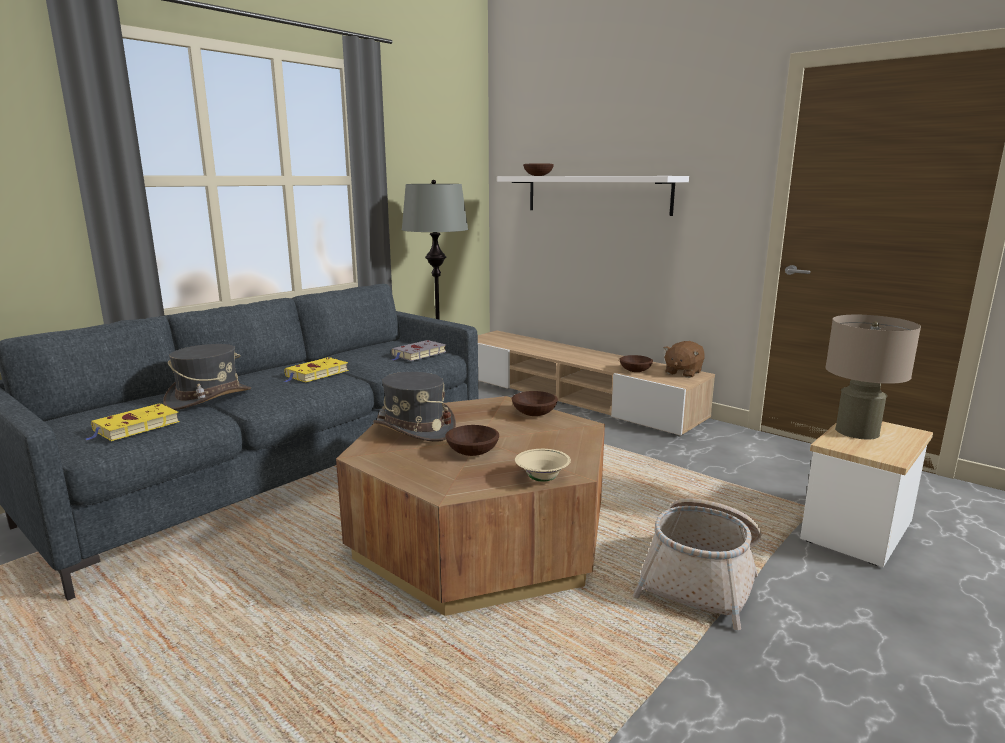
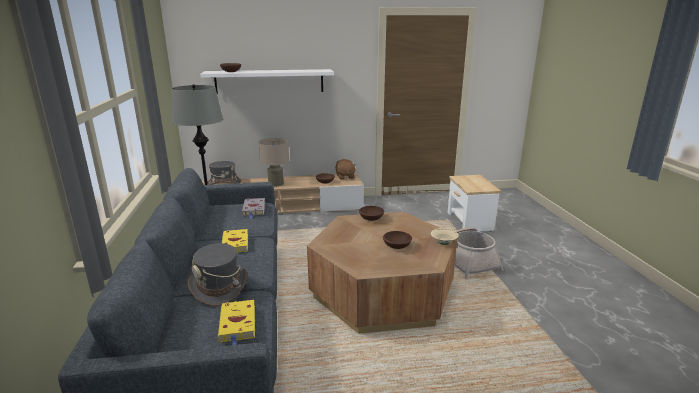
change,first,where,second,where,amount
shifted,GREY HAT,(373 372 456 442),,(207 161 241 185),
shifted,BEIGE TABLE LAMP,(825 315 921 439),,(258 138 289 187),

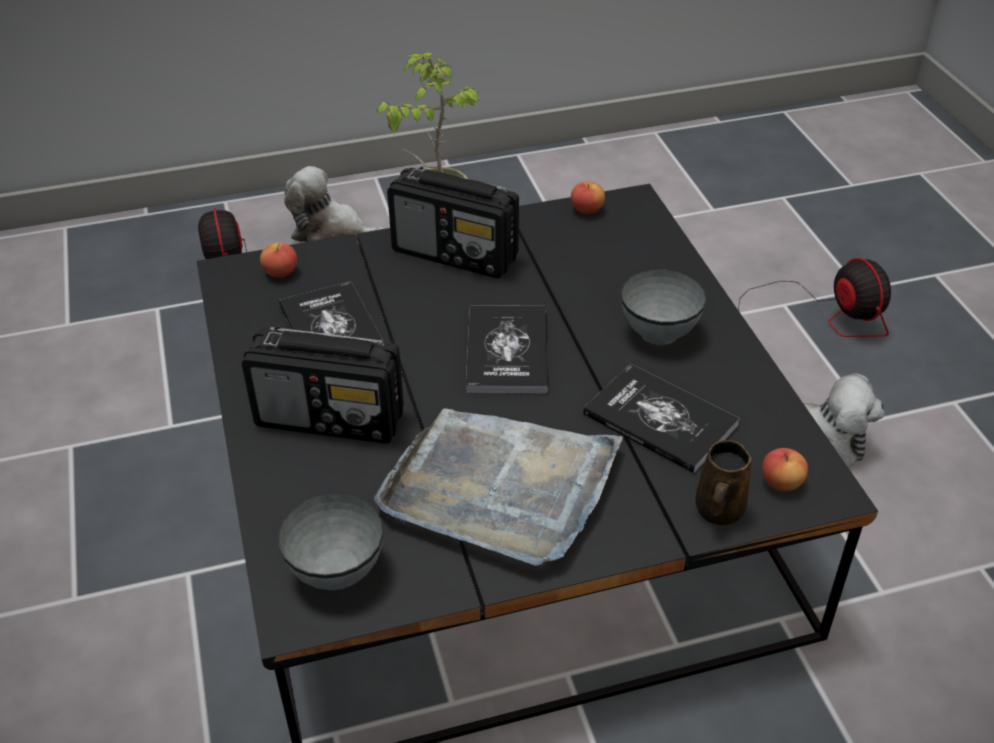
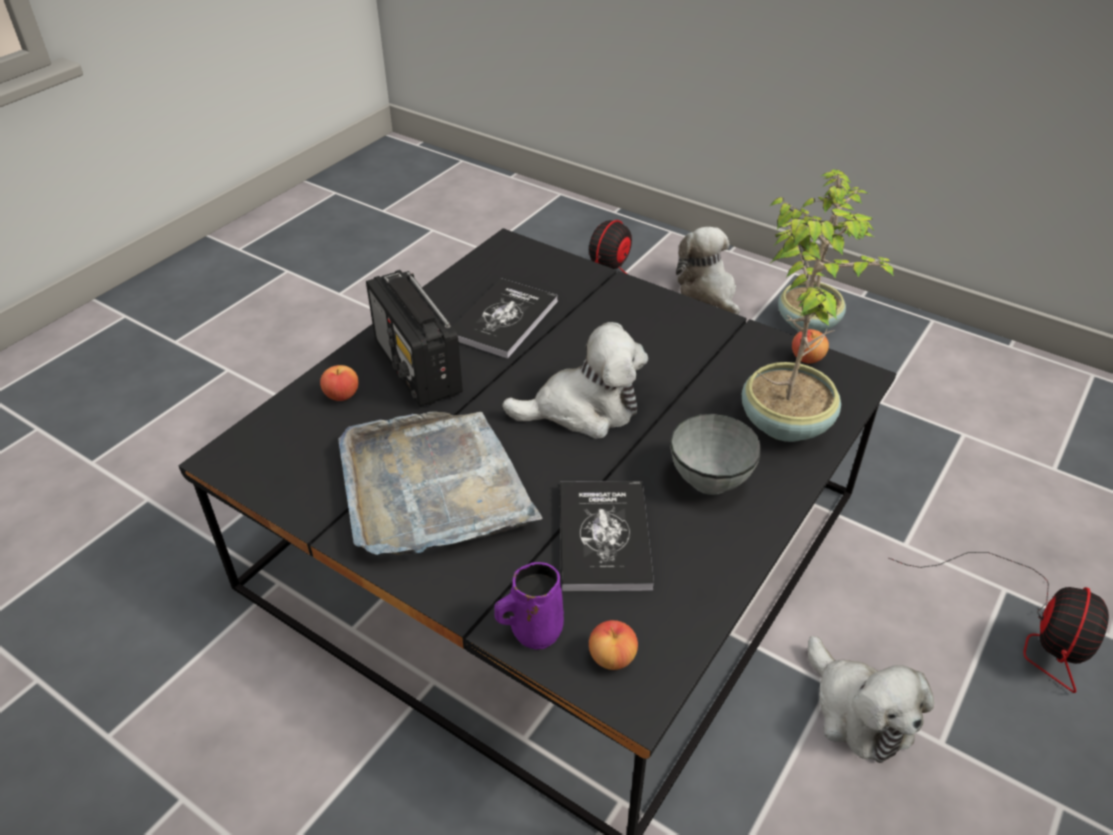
change,first,where,second,where,amount
shifted,APPLE,(260 243 297 278),,(320 365 359 401),
repainted,BROWN MUG,(696 440 752 525),PURPLE MUG,(494 562 564 650),
swapped,BOOK,(466 305 548 393),PLUSH TOY,(502 322 648 439),
new,,,POTTED PLANT,(742 208 894 442),
gone,GREY BOWL,(278 494 383 590),,,
gone,RADIO,(387 166 519 278),,,

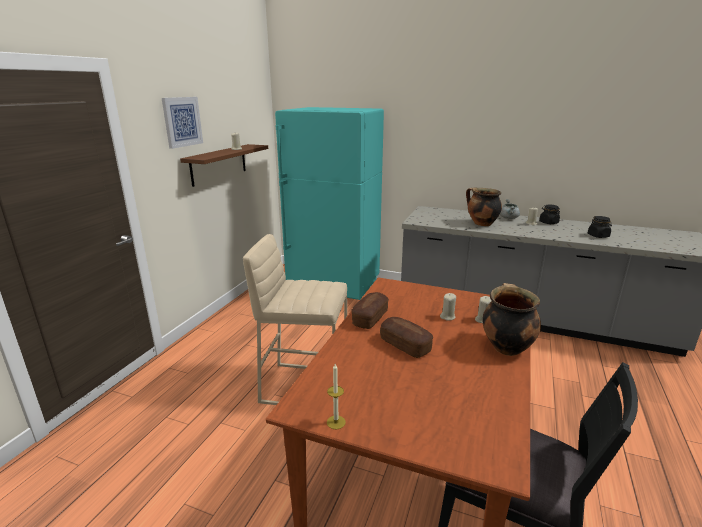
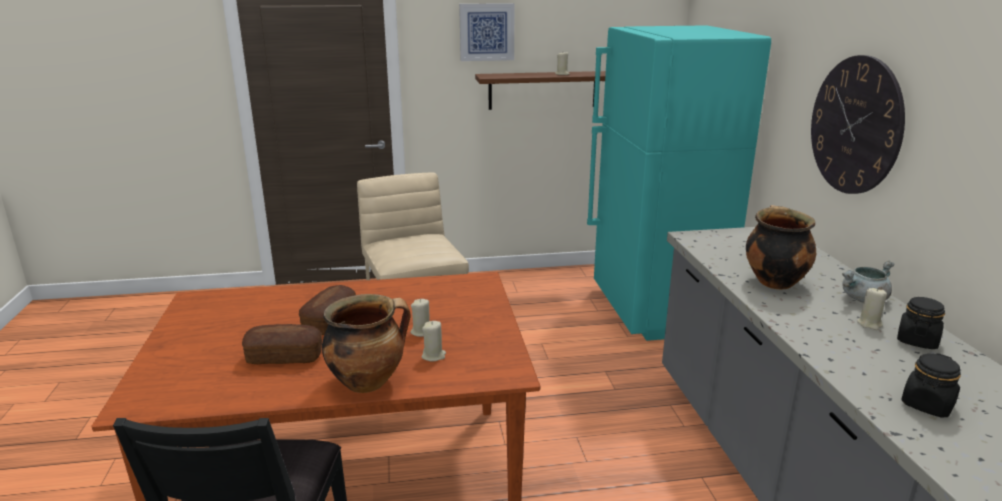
change,first,where,second,where,amount
shifted,BREAD,(351 292 389 329),,(242 324 322 364),
new,,,WALL CLOCK,(811 55 905 194),
gone,CANDLE,(327 364 346 429),,,

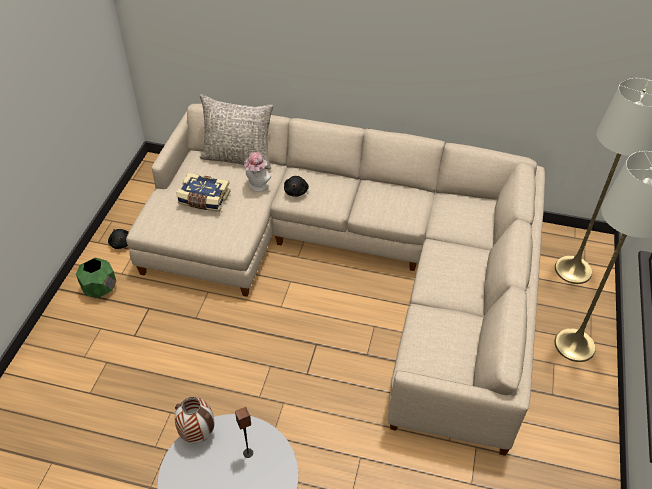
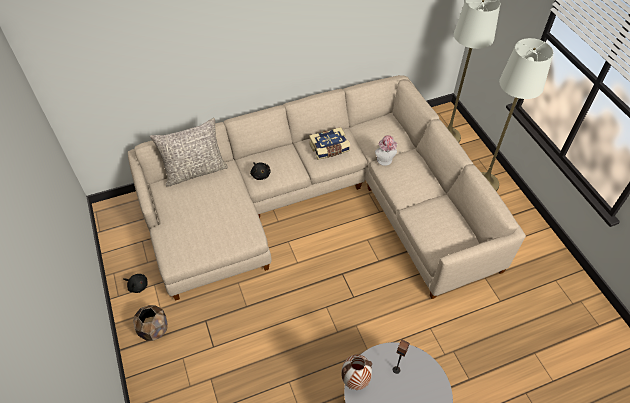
change,first,where,second,where,amount
repainted,GREEN PLANTER,(76 258 116 298),BROWN PLANTER,(133 305 168 341),
shifted,BOOK,(176 173 230 212),,(309 127 350 160),
shifted,HAT,(244 152 271 192),,(375 135 397 166),

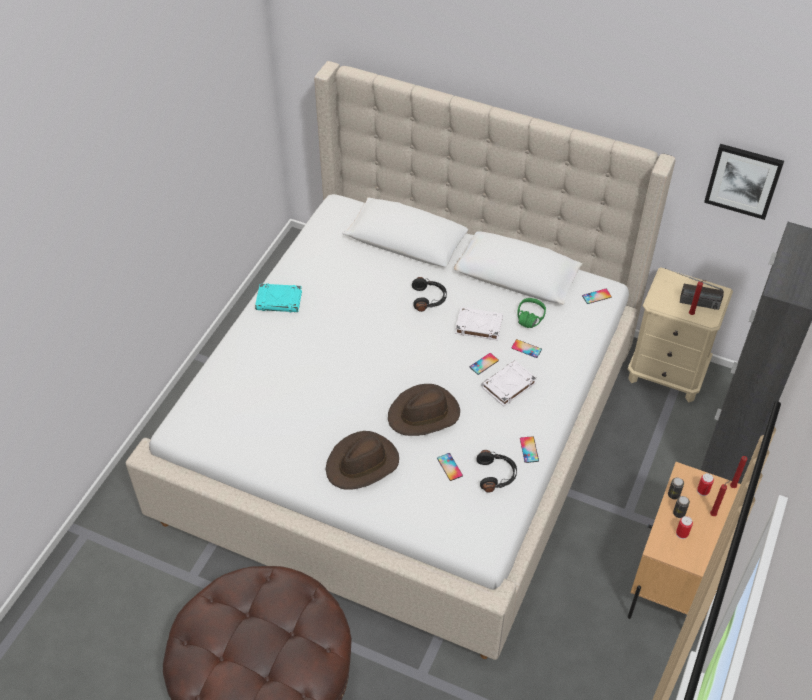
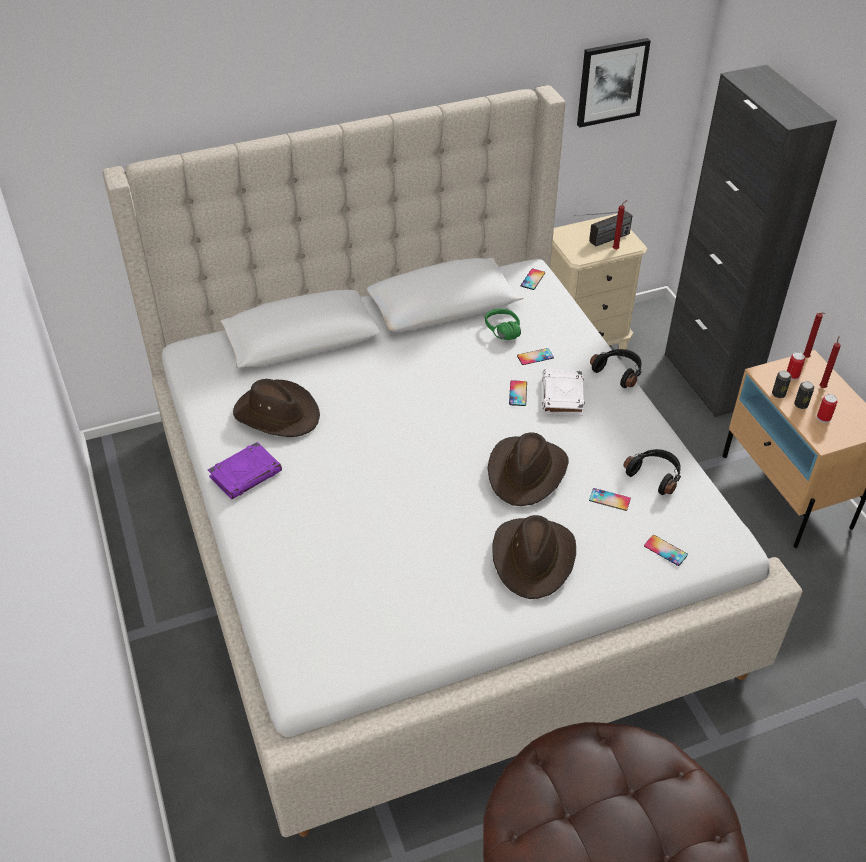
change,first,where,second,where,amount
repainted,TURQUOISE BOOK,(255 283 302 312),PURPLE BOOK,(208 442 282 500),
new,,,BROWN HAT,(233 379 320 437),
shifted,BLACK HEADPHONES,(412 277 447 312),,(590 349 642 388),
shifted,PHONE,(520 436 539 463),,(644 535 688 566),
gone,WHITE BOOK,(455 307 503 341),,,

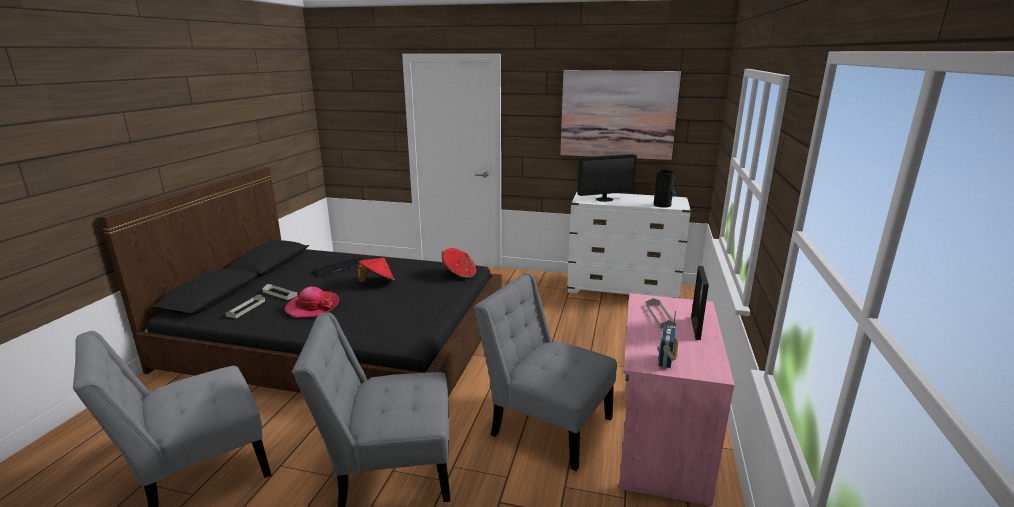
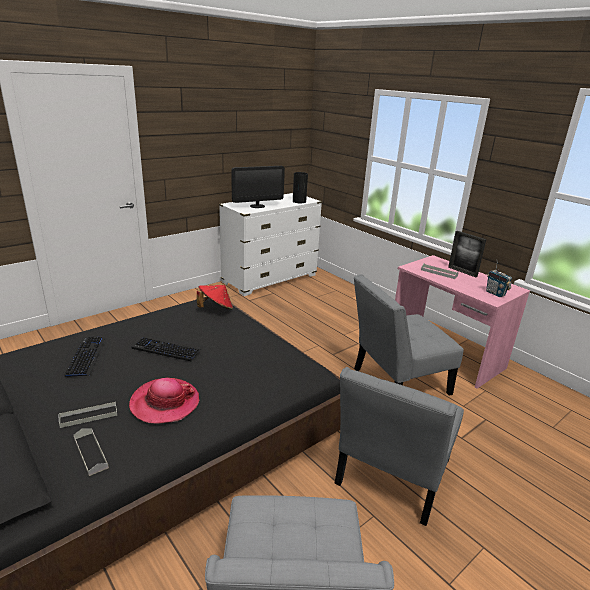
change,first,where,second,where,amount
swapped,RED HAT,(357 258 395 282),KEYBOARD,(131 337 202 362),
rotated,MONITOR,(577 154 637 202),,(231 166 285 208),45 degrees clockwise
gone,PICTURE,(561 70 681 160),,,

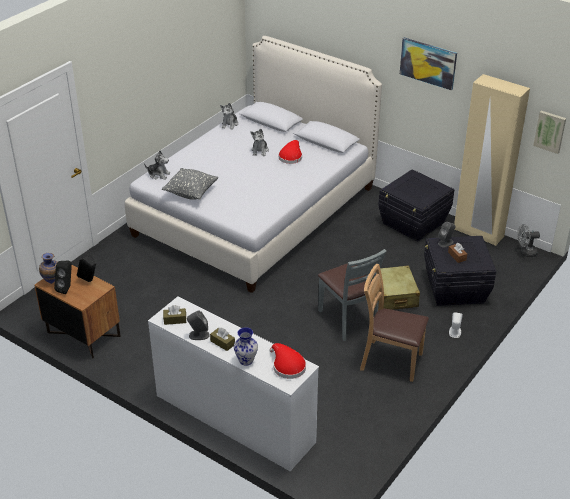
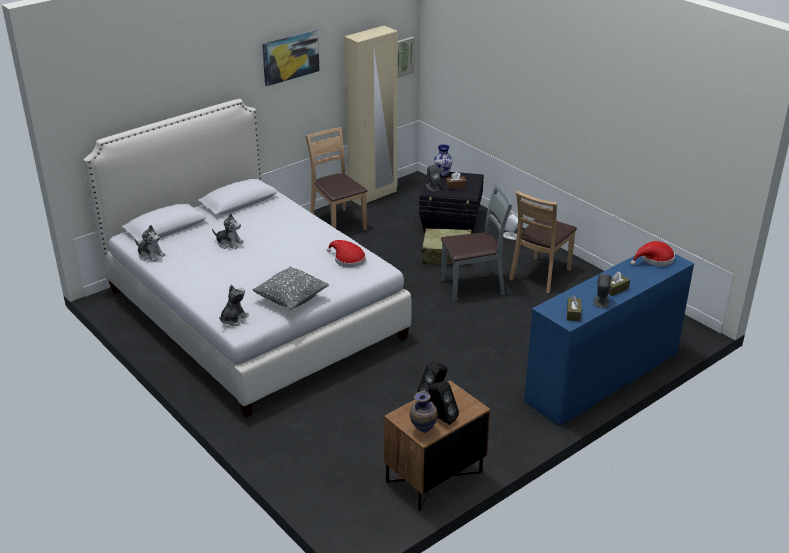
change,first,where,second,where,amount
swapped,BLACK STORAGE BOX,(378 169 455 242),BROWN CHAIR,(305 127 367 230),
shifted,RED HAT,(279 140 302 164),,(327 240 366 267),
shifted,VASE,(234 327 258 366),,(434 144 453 176),
repainted,WHITE DRESSER,(148 297 319 471),BLUE DRESSER,(524 254 694 426),
gone,GREY FAN,(517 224 540 258),,,

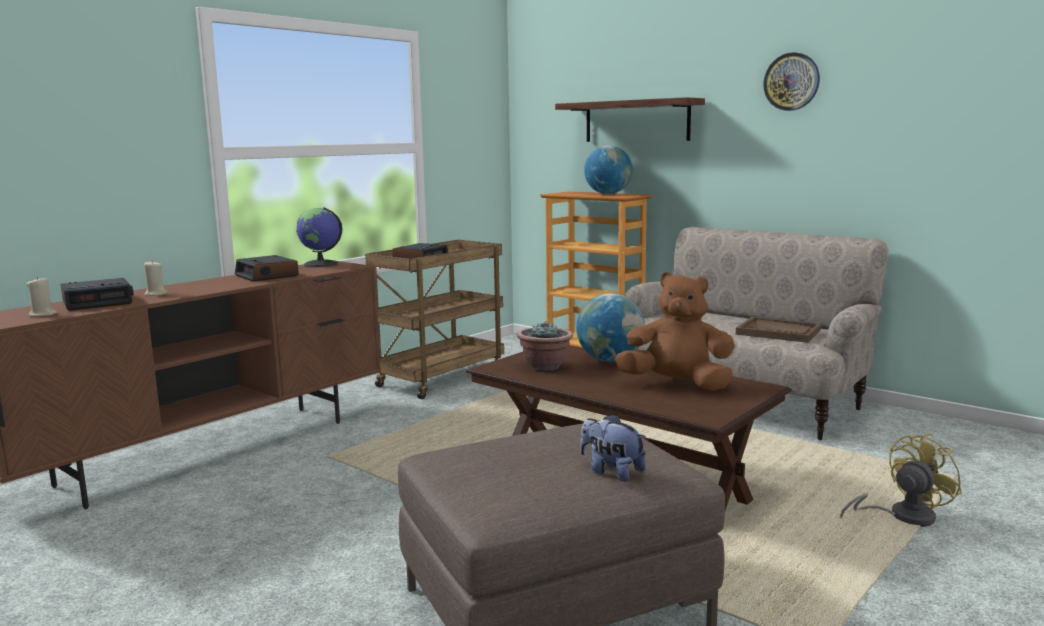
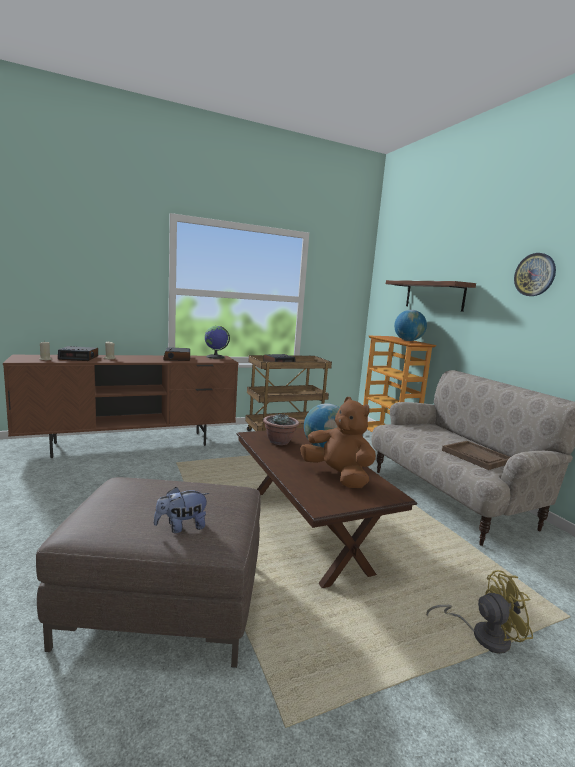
change,first,where,second,where,amount
rotated,PLUSH TOY,(580 414 646 482),,(154 487 210 533),90 degrees counterclockwise

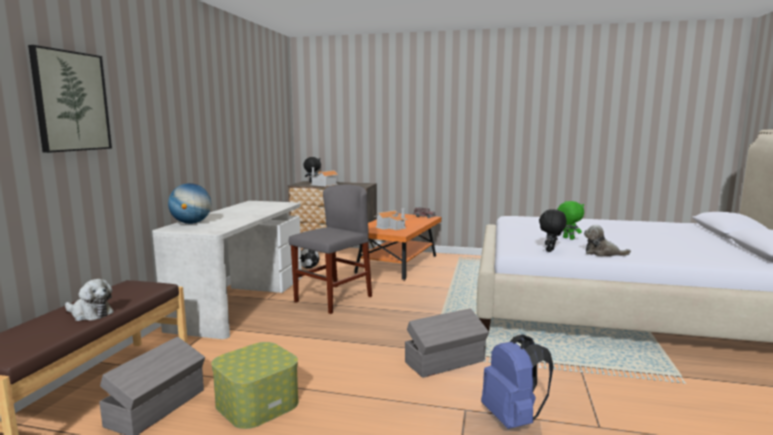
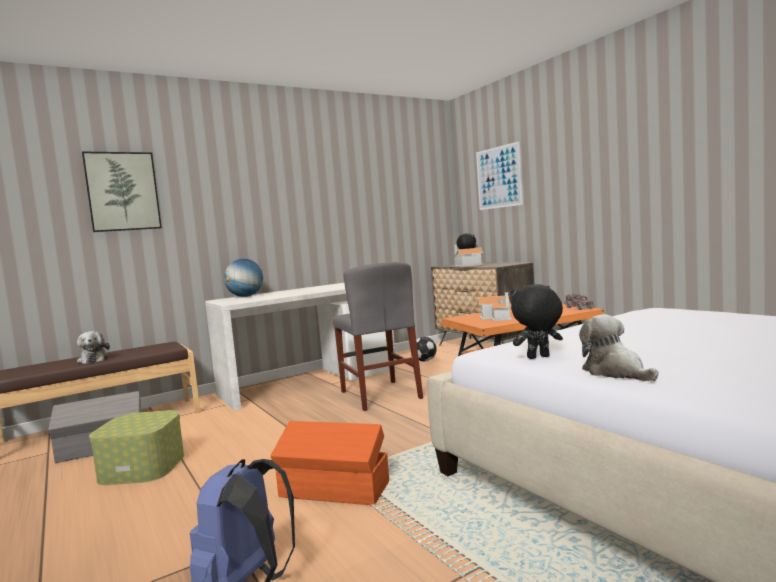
change,first,where,second,where,amount
repainted,GREY STORAGE BOX,(405 308 489 378),ORANGE STORAGE BOX,(271 421 389 505),
rotated,GREY CHAIR,(289 184 372 314),,(333 262 423 411),75 degrees clockwise
new,,,PICTURE,(476 141 523 210),
gone,GREEN PLUSH TOY,(557 201 584 240),,,

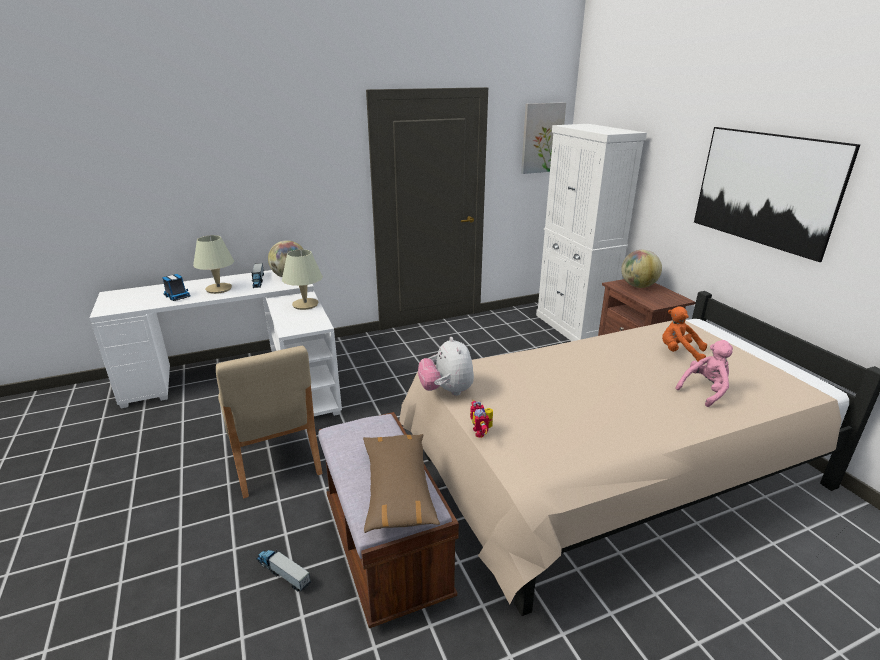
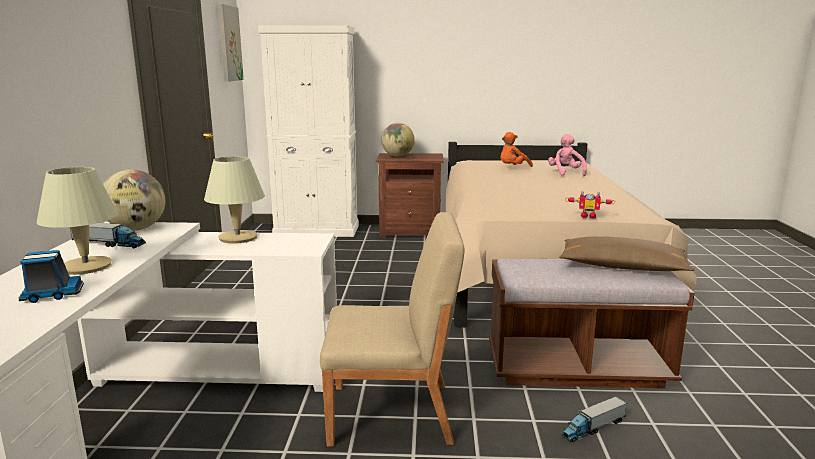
change,first,where,second,where,amount
gone,PLUSH TOY,(418 337 474 396),,,
gone,PICTURE,(694 127 860 262),,,

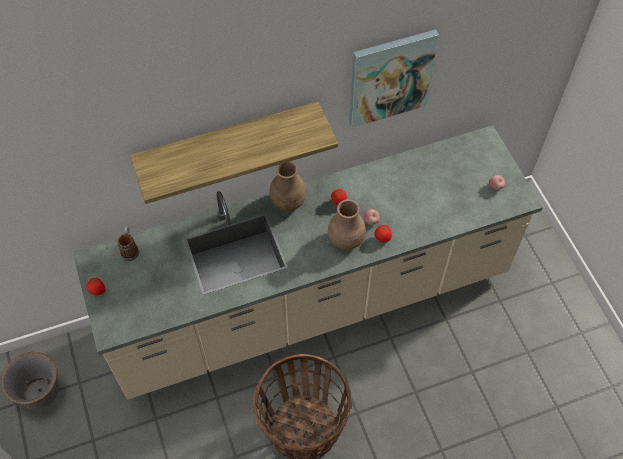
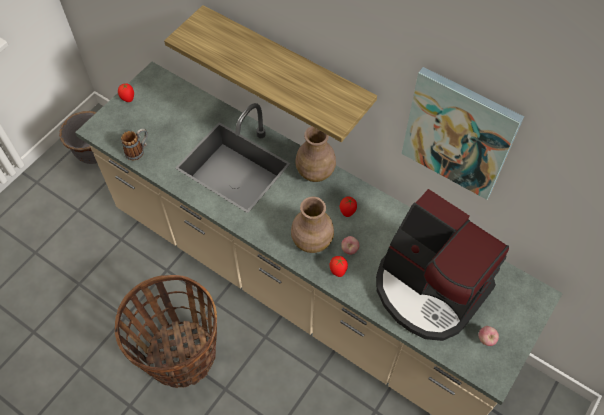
change,first,where,second,where,amount
shifted,MUG,(118 227 139 261),,(121 129 148 160),
new,,,COFFEE MACHINE,(376 189 509 341),

